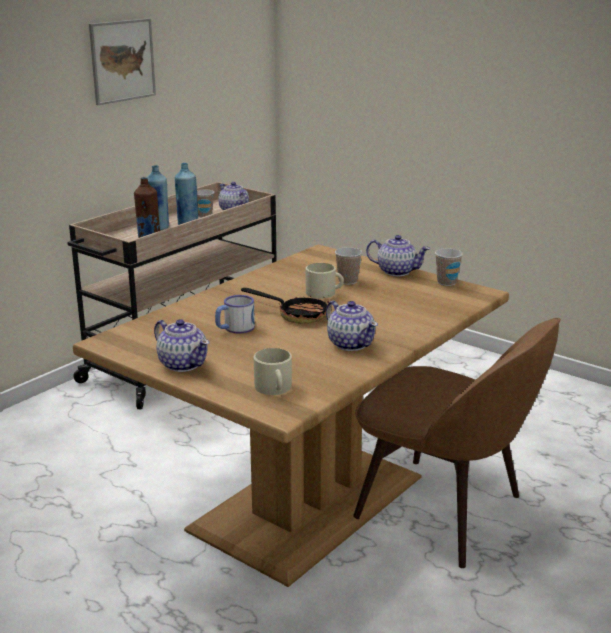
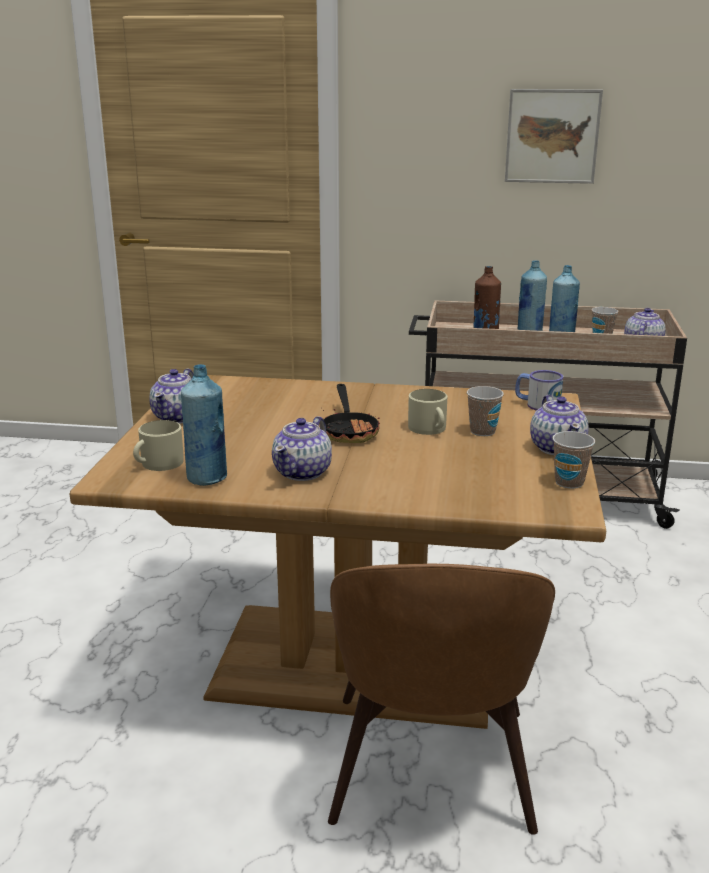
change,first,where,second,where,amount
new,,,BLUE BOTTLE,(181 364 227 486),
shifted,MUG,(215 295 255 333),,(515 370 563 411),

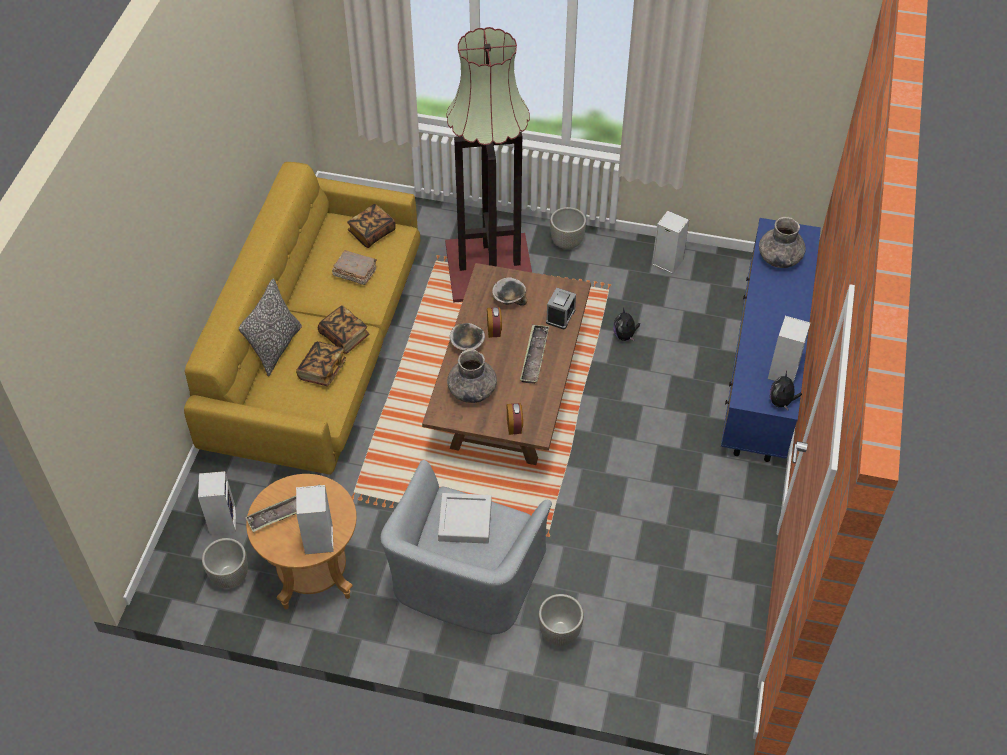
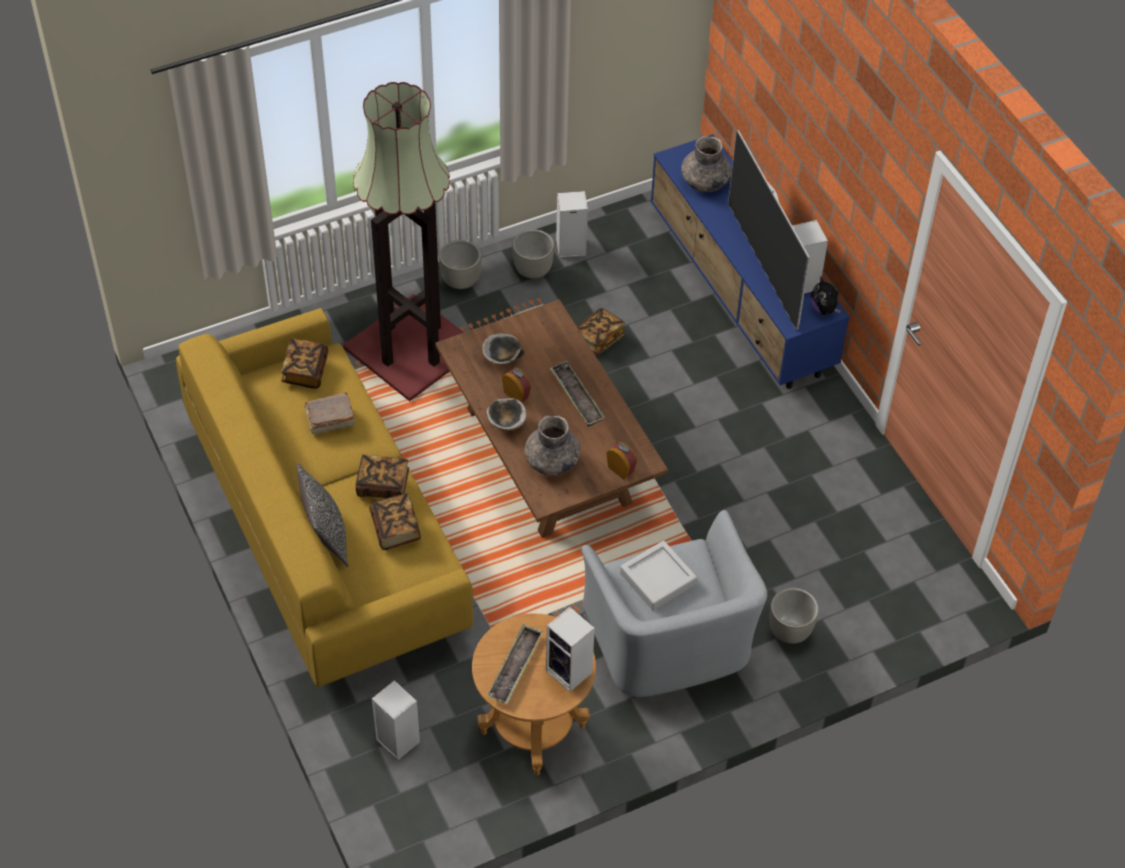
change,first,where,second,where,amount
shifted,GREY PLANTER,(202 538 248 589),,(512 229 555 278),
swapped,PLUSH TOY,(613 308 640 341),BOOK,(577 308 625 355),
new,,,TELEVISION,(728 130 810 330),
gone,ALARM CLOCK,(546 288 576 330),,,

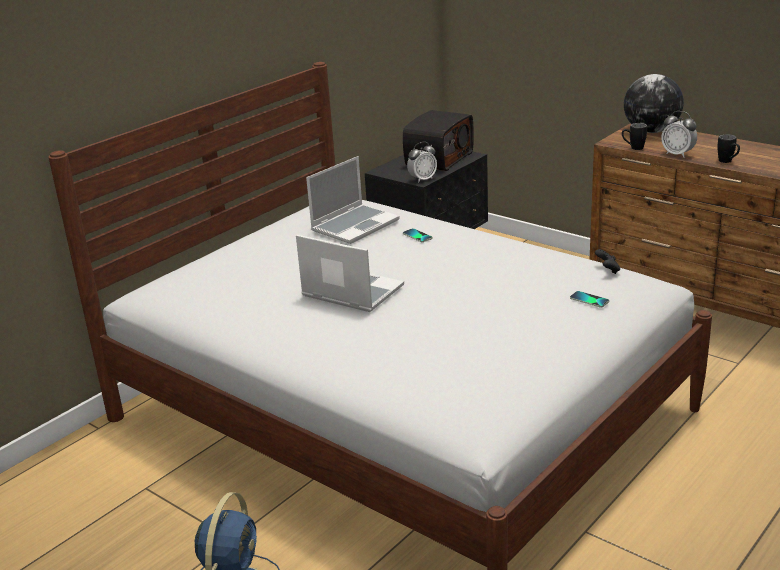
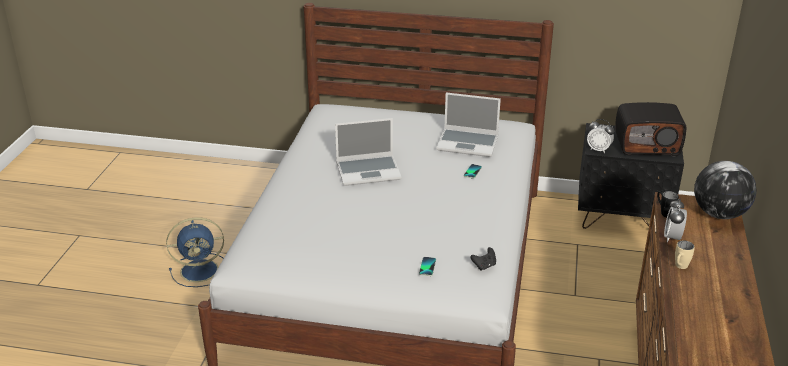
change,first,where,second,where,amount
rotated,LAPTOP,(296 235 404 312),,(335 118 402 186),75 degrees clockwise
repainted,BLACK MUG,(717 134 740 163),BEIGE MUG,(675 240 695 269),

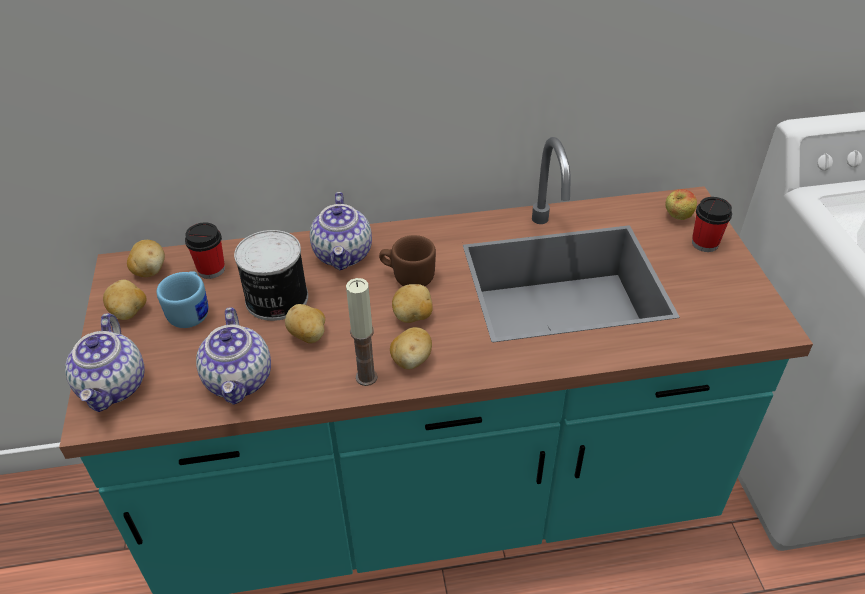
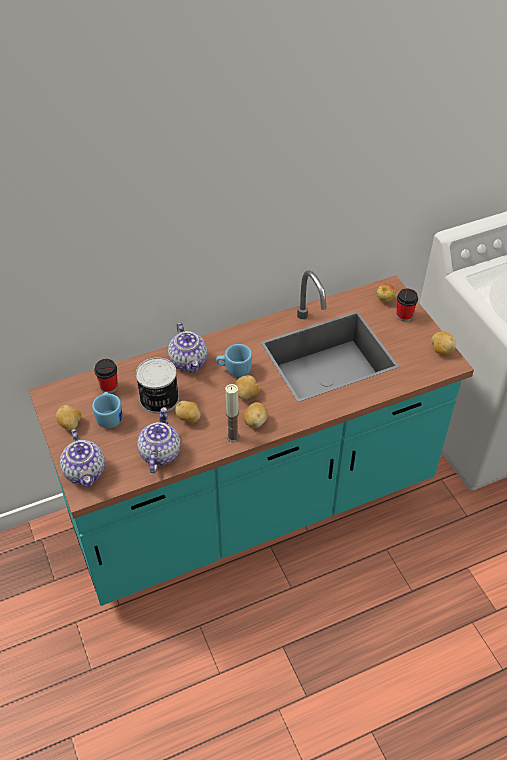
change,first,where,second,where,amount
rotated,TEAPOT,(196 307 271 405),,(137 407 181 473),150 degrees counterclockwise
repainted,BROWN MUG,(379 235 436 286),BLUE MUG,(216 344 252 377),
shifted,POTATO,(127 240 165 277),,(431 331 456 355),

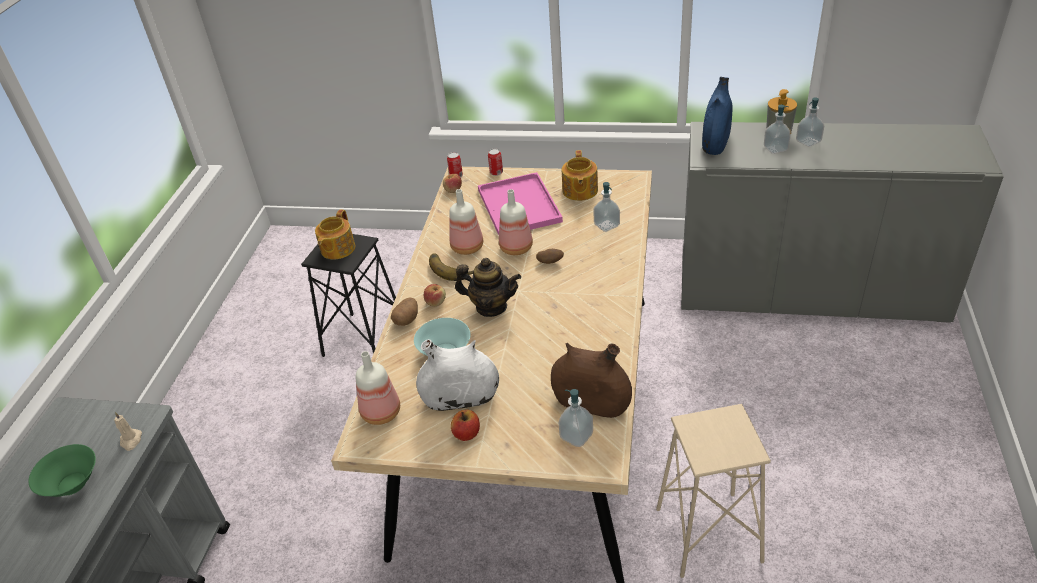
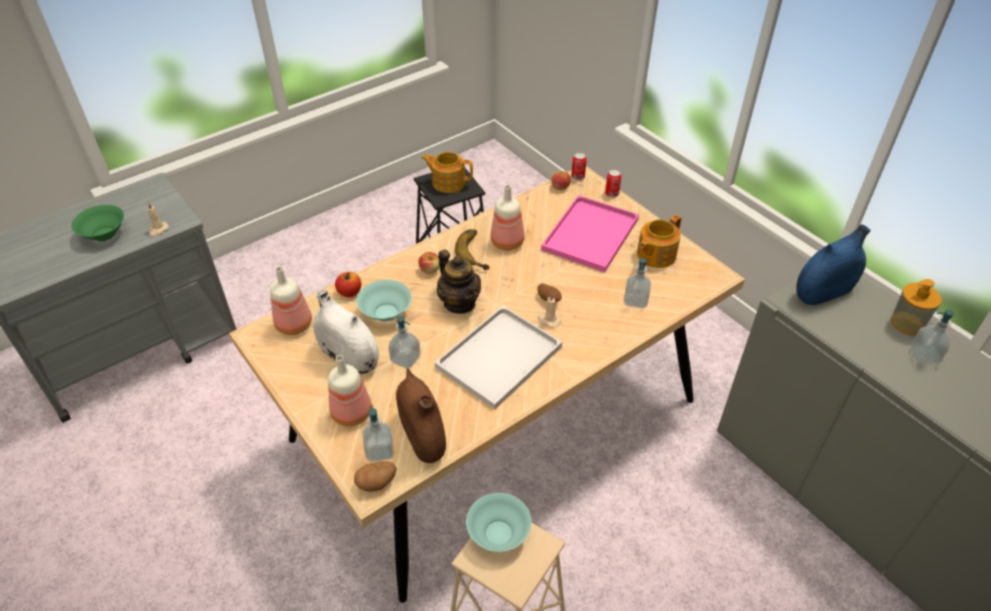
change,first,where,second,where,amount
shifted,BOTTLE,(499 189 533 255),,(328 355 372 426),
shifted,APPLE,(451 410 480 441),,(335 272 361 297),
shifted,POTATO,(391 297 418 326),,(354 461 397 492),
shifted,SOAP DISPENSER,(764 105 791 154),,(388 316 421 368),
rotated,TEAPOT,(315 209 355 259),,(421 152 473 193),45 degrees clockwise
new,,,WHITE TRAY,(435 306 562 409),
new,,,TURQUOISE BOWL,(466 493 531 552),
new,,,BEIGE CANDLE,(538 294 561 328),

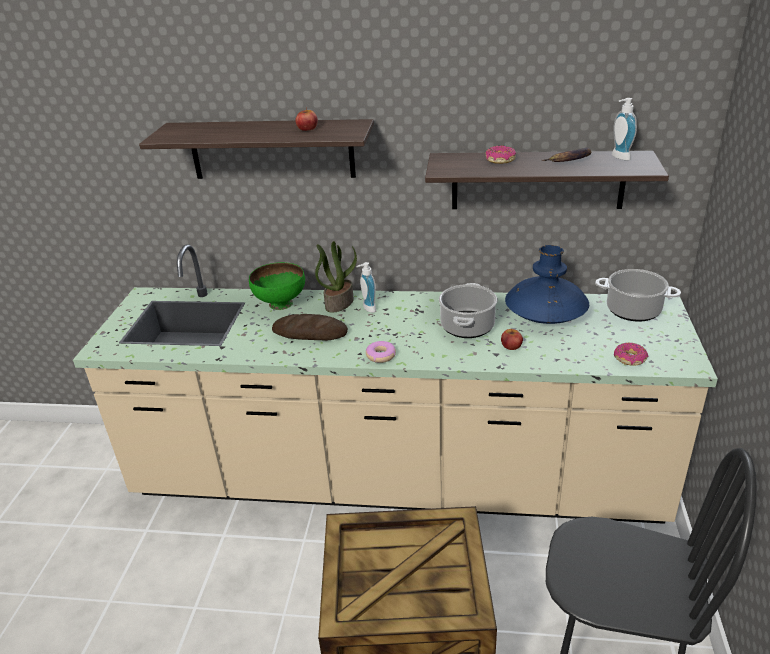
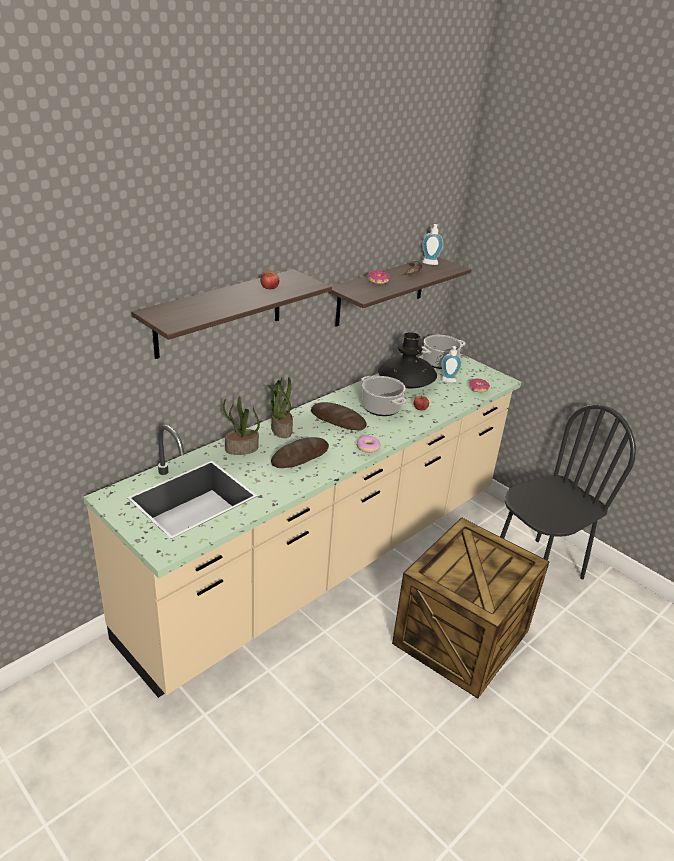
change,first,where,second,where,amount
swapped,GREEN BOWL,(249 262 305 310),POTTED PLANT,(223 396 260 455),
new,,,BREAD,(311 402 367 430),
repainted,BLUE VASE,(505 245 589 324),BLACK VASE,(378 332 437 388),
shifted,SOAP DISPENSER,(356 262 376 313),,(441 346 462 383),

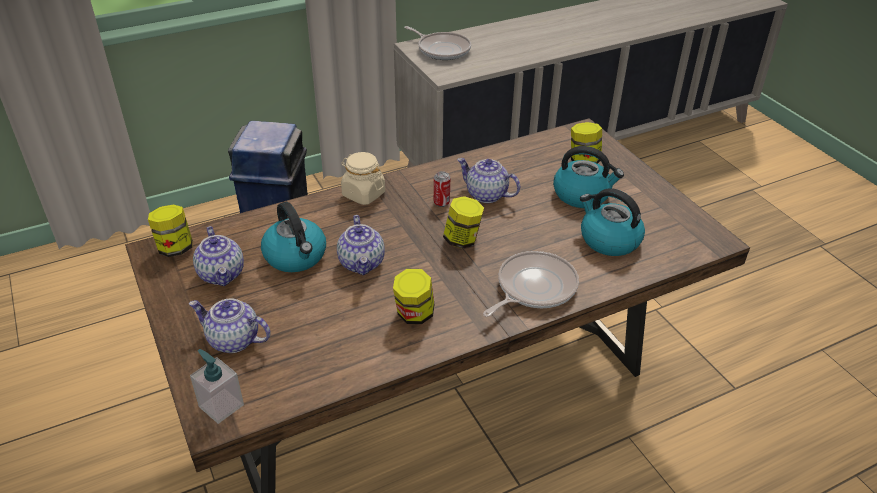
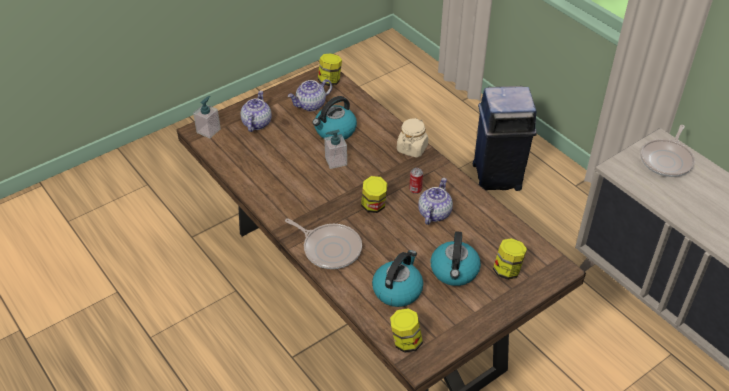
change,first,where,second,where,amount
swapped,TEAPOT,(337 215 385 275),SOAP DISPENSER,(324 130 347 169),
shifted,JAR,(393 269 435 324),,(390 308 423 353),

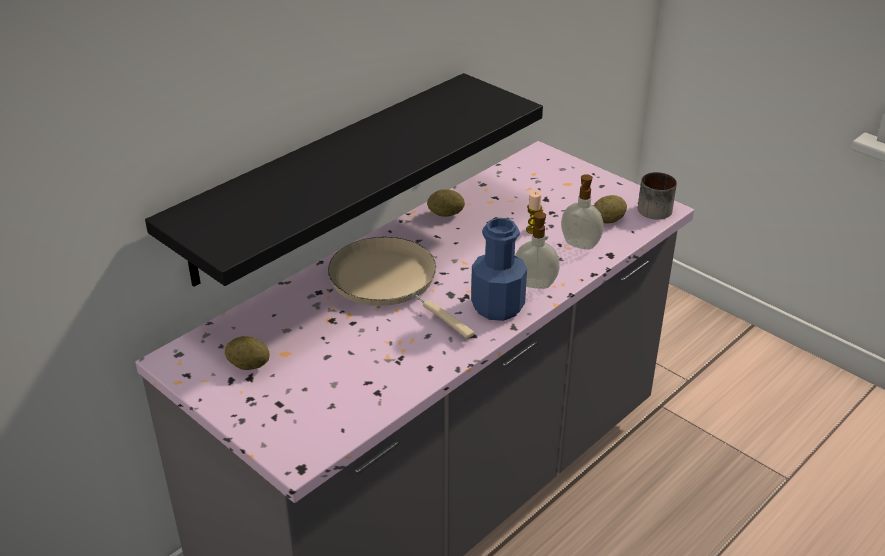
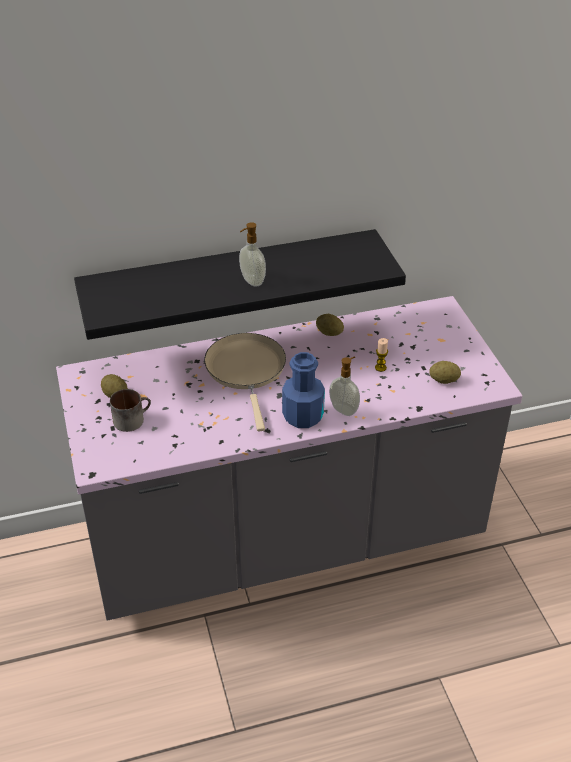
change,first,where,second,where,amount
shifted,MUG,(638 172 677 219),,(110 389 151 432),
shifted,SOAP DISPENSER,(561 174 603 250),,(239 222 266 287),

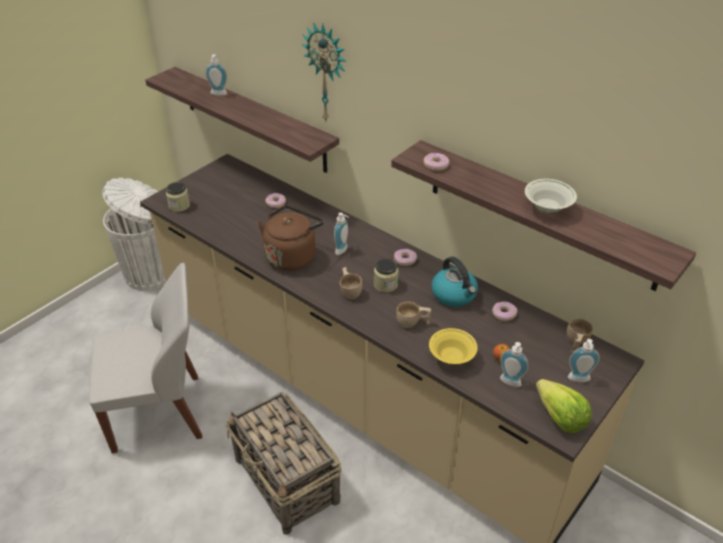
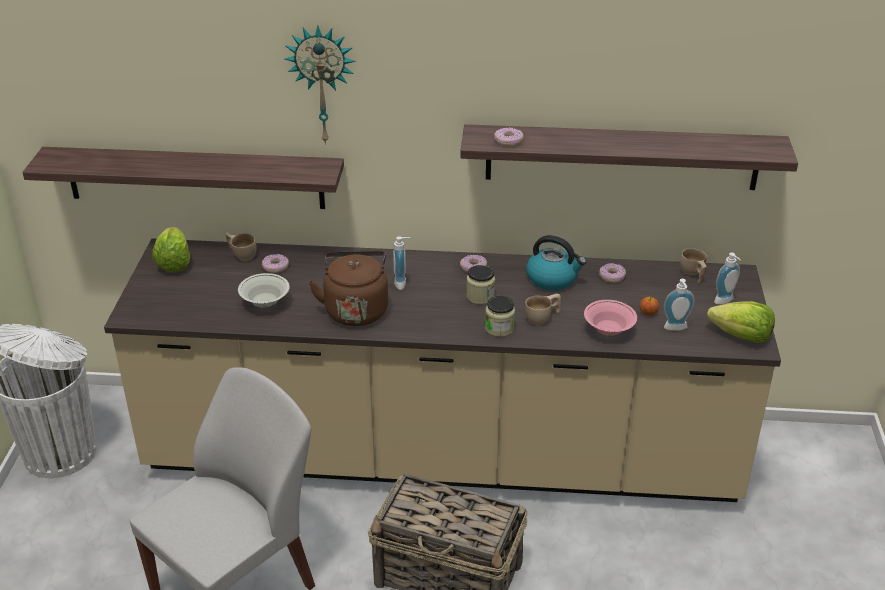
change,first,where,second,where,amount
new,,,LETTUCE,(152 227 190 272),
shifted,BEIGE CUP,(340 267 362 299),,(225 232 256 261),
shifted,WHITE BOWL,(525 179 577 214),,(238 273 290 308),
shifted,JAR,(166 182 190 212),,(485 296 515 337),
repainted,YELLOW BOWL,(429 328 478 365),PINK BOWL,(584 300 637 336),
gone,SOAP DISPENSER,(205 54 227 96),,,

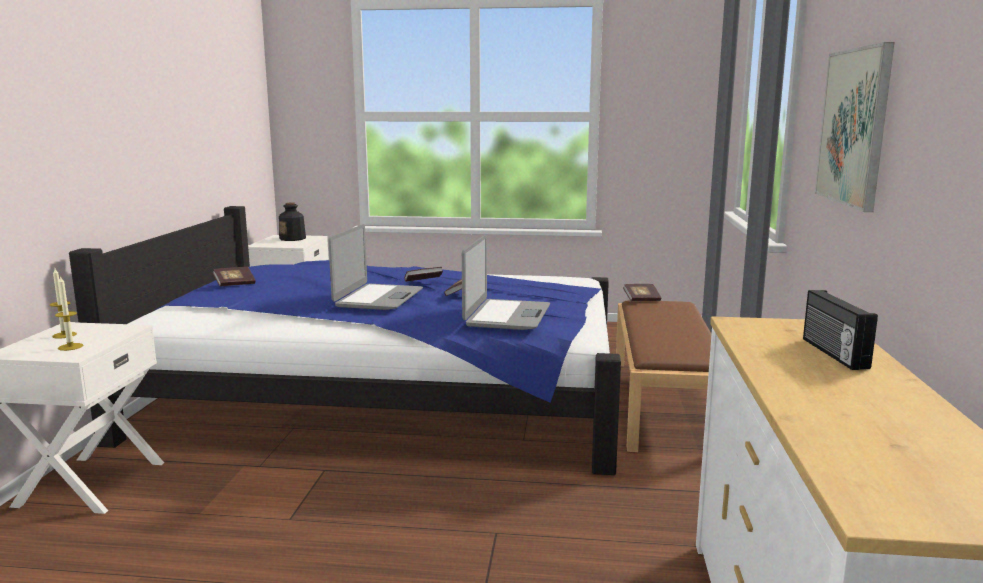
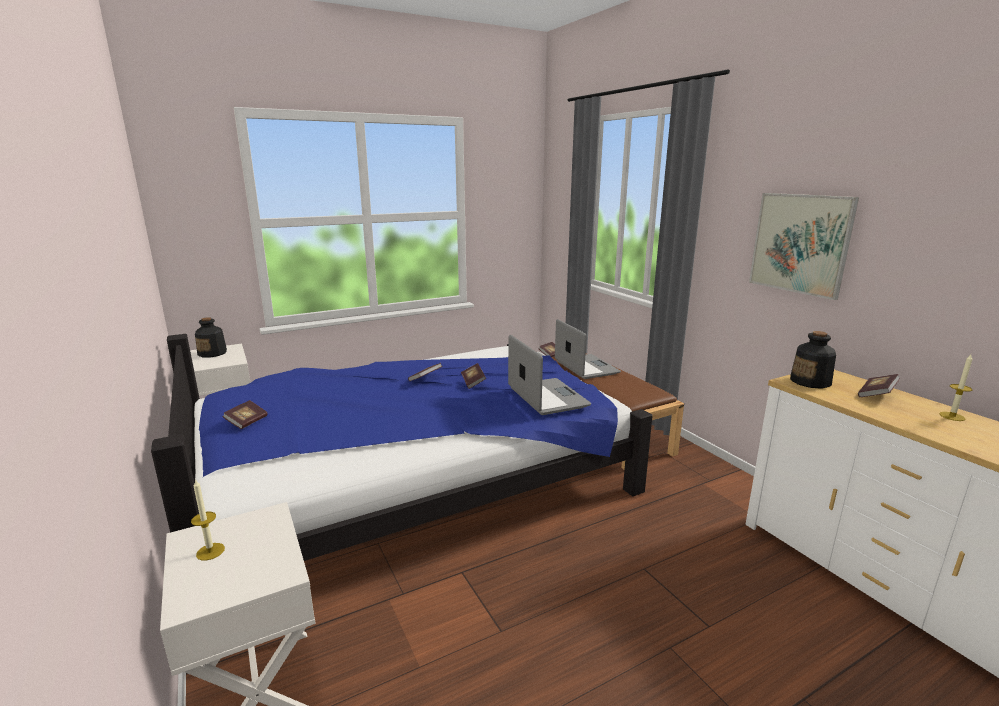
change,first,where,second,where,amount
shifted,LAPTOP,(328 224 423 310),,(555 319 621 379),
new,,,BOTTLE,(790 331 836 389),
swapped,RADIO,(803 290 878 370),BOOK,(858 374 900 397),
shifted,CANDLE,(55 276 83 351),,(940 355 972 421),

